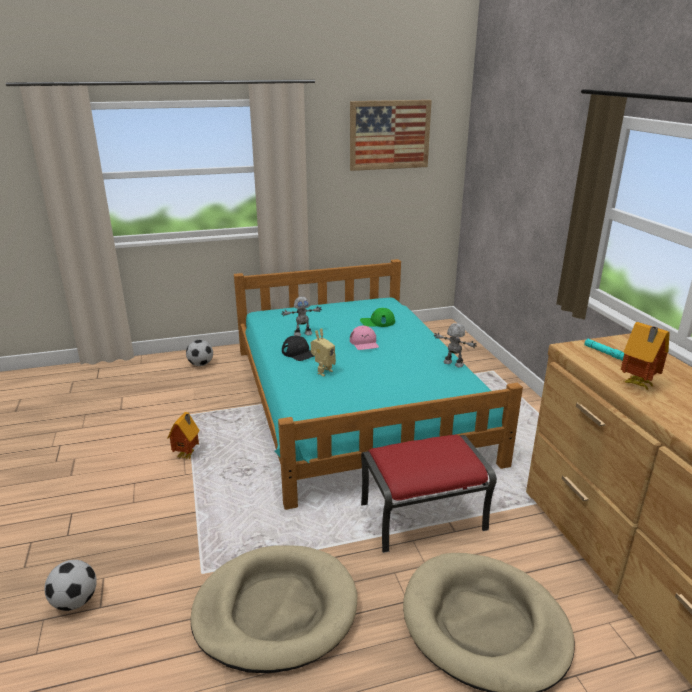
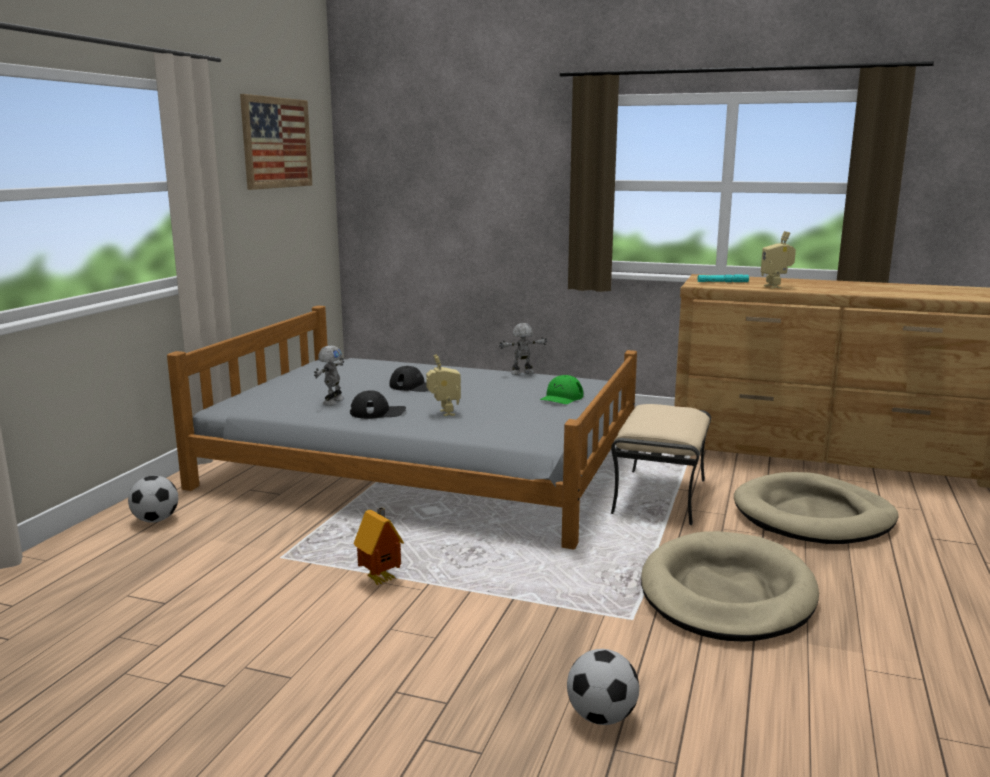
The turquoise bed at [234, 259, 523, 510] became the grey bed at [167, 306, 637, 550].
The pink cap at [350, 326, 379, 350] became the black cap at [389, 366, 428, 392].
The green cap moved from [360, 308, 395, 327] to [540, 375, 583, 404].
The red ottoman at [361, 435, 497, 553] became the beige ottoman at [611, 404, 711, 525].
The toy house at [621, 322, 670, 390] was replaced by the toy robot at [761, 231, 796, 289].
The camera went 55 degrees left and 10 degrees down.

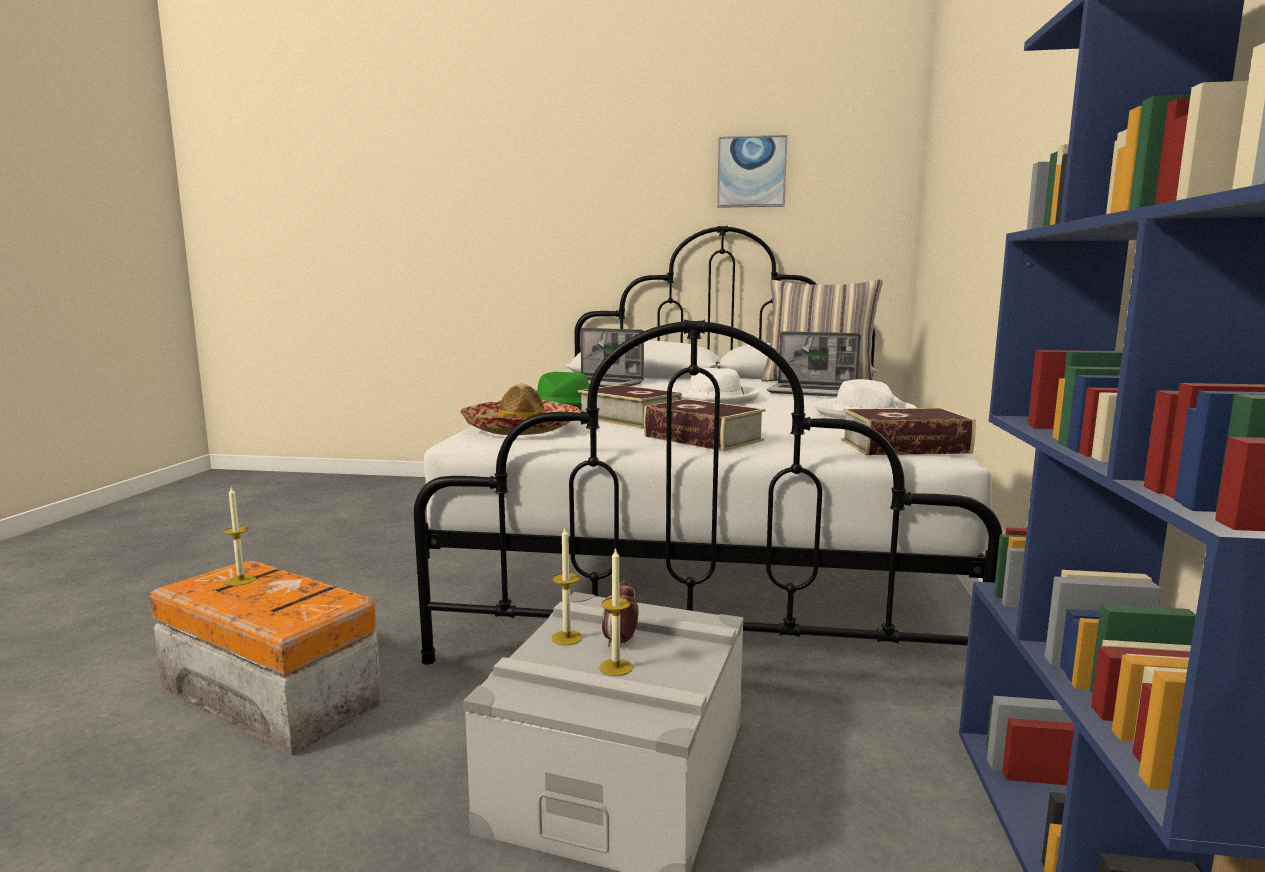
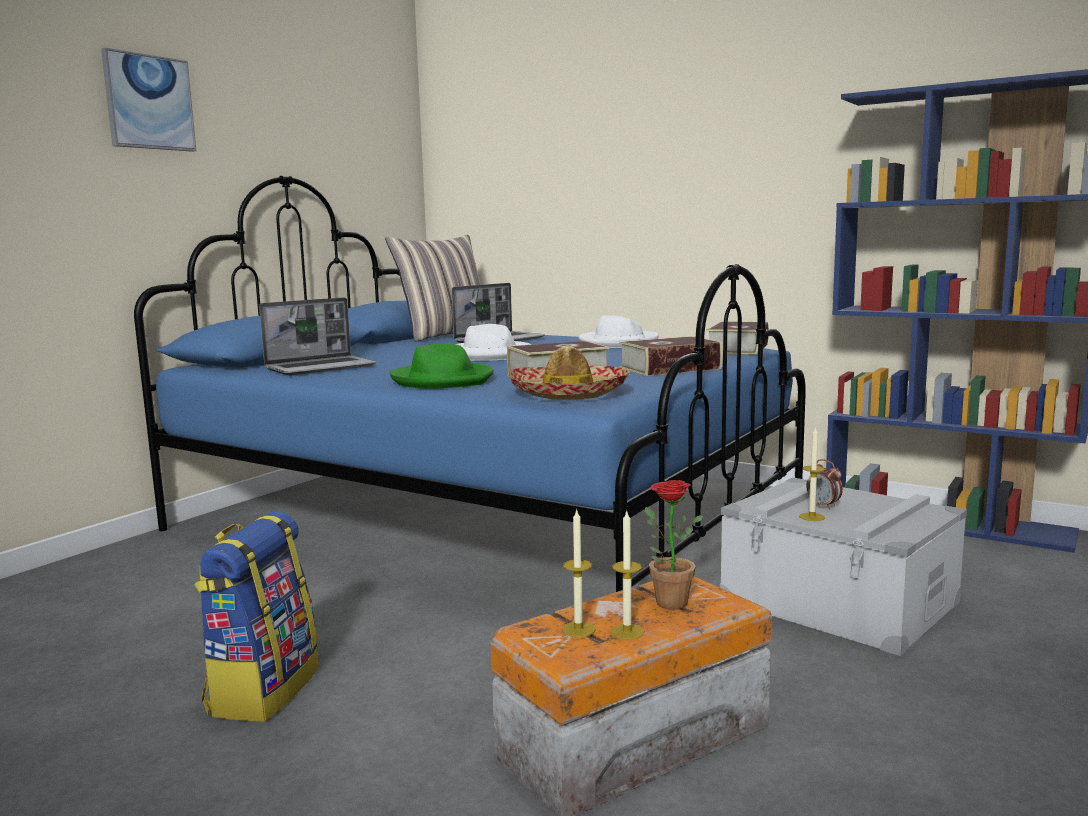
The white bed at [414, 226, 1002, 665] became the blue bed at [134, 176, 806, 592].
The candle moved from [599, 547, 633, 676] to [610, 512, 644, 640].
The picture moved from [717, 135, 787, 208] to [101, 48, 196, 152].
The backpack at [195, 511, 319, 722] appeared.
The potted plant at [645, 480, 704, 610] appeared.
The camera went 65 degrees left and 0 degrees up.

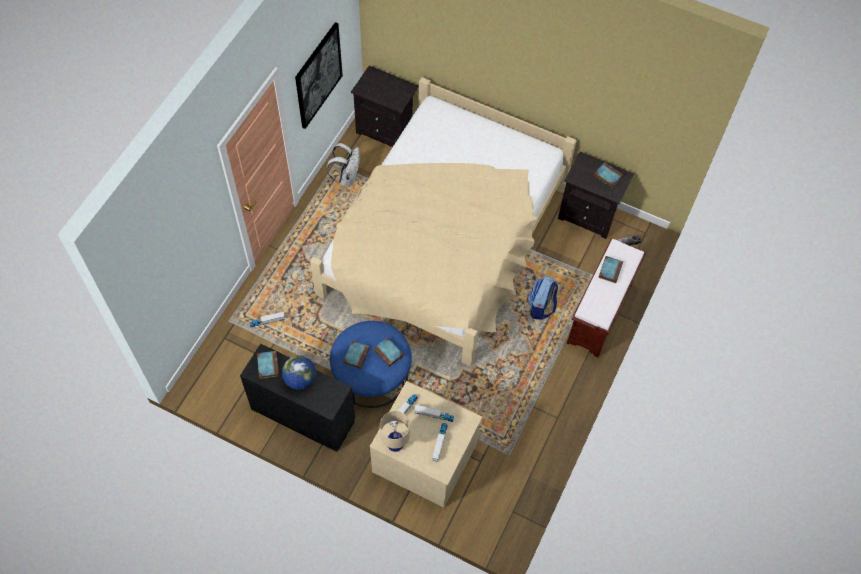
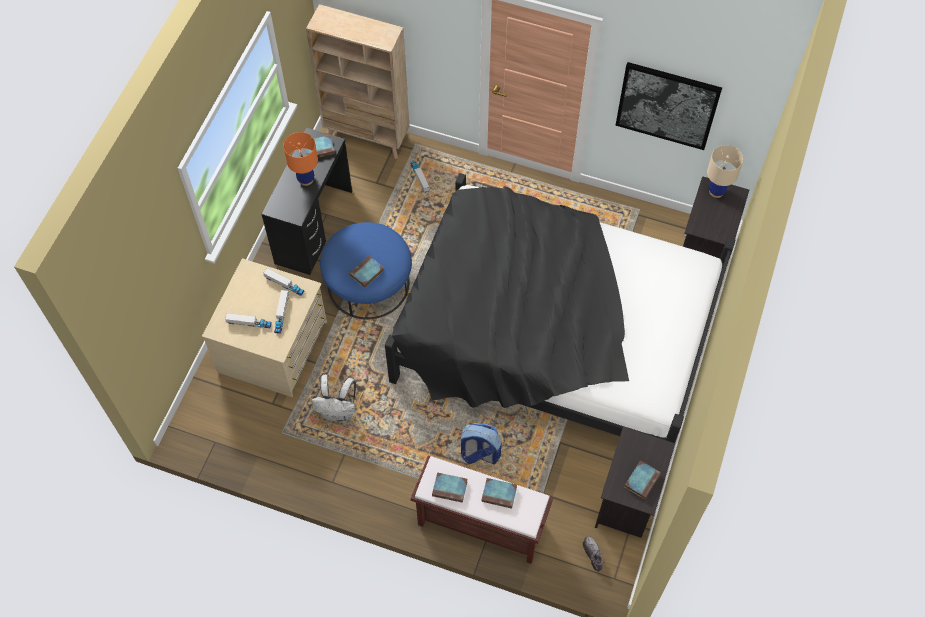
The globe at [282, 355, 316, 390] was replaced by the orange table lamp at [283, 132, 318, 186].
The beige bed at [310, 77, 577, 366] became the black bed at [385, 173, 735, 443].
The white backpack moved from [326, 143, 360, 187] to [311, 374, 356, 423].
The book moved from [343, 341, 370, 369] to [432, 472, 468, 503].
The beige table lamp moved from [380, 411, 410, 452] to [707, 145, 743, 198].
The beige bookcase at [306, 4, 409, 159] appeared.
The camera went 85 degrees right and 0 degrees up.

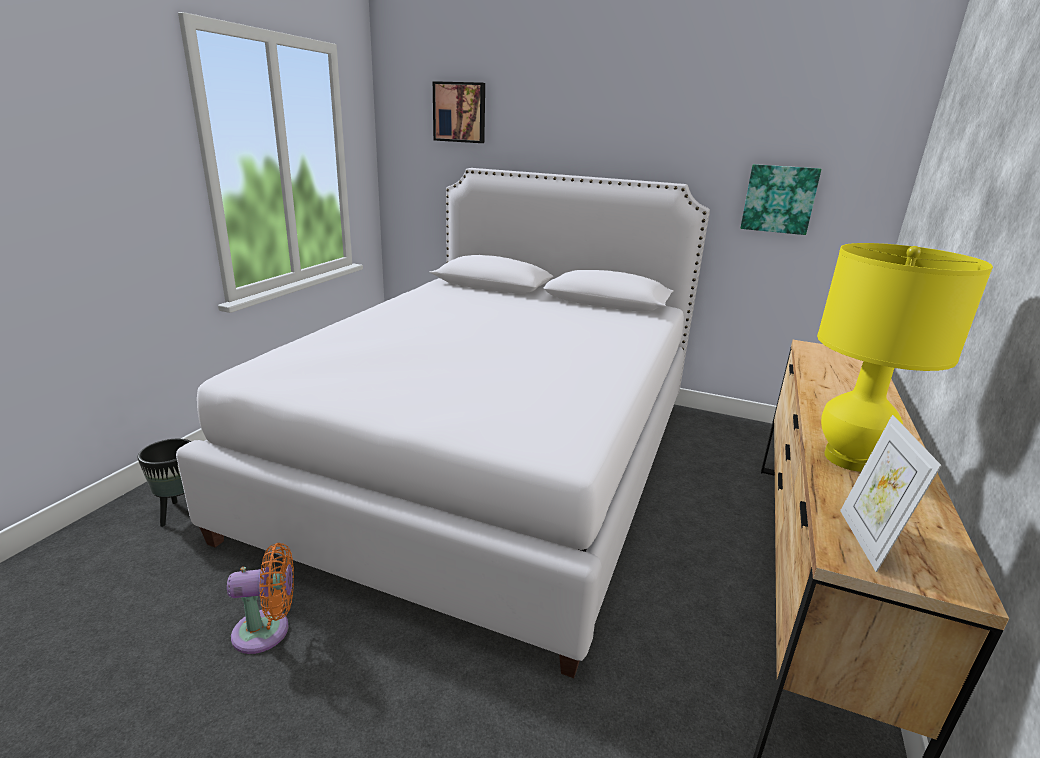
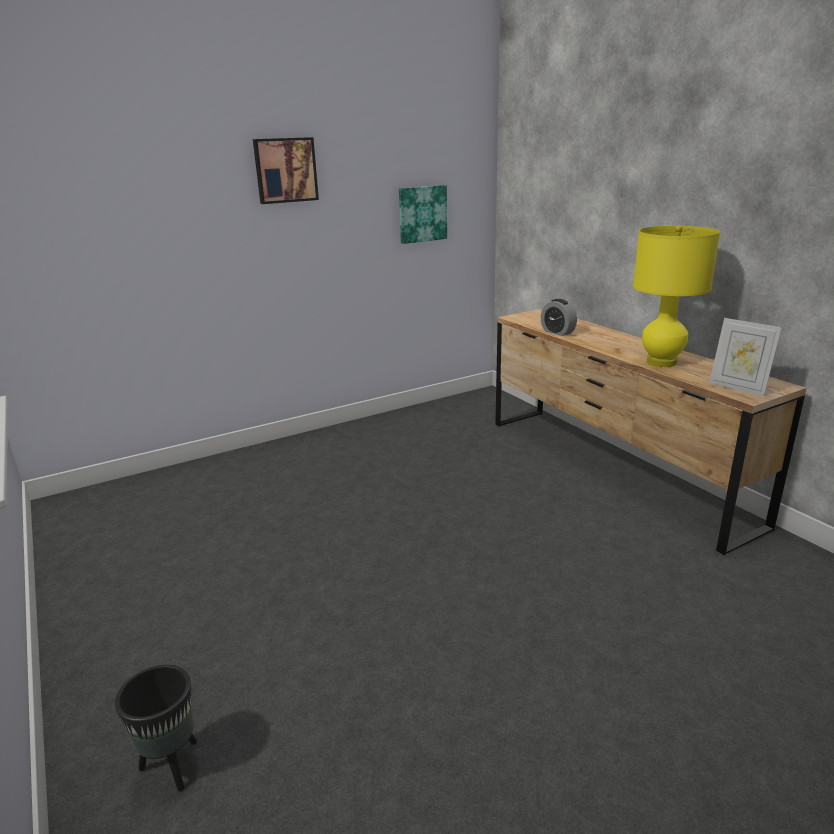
The white bed at [176, 168, 710, 678] disappeared.
The orange fan at [227, 543, 294, 654] disappeared.
The picture moved from [433, 81, 485, 143] to [253, 137, 319, 204].
The alarm clock at [541, 299, 577, 336] appeared.
The camera went 50 degrees left and 0 degrees up.

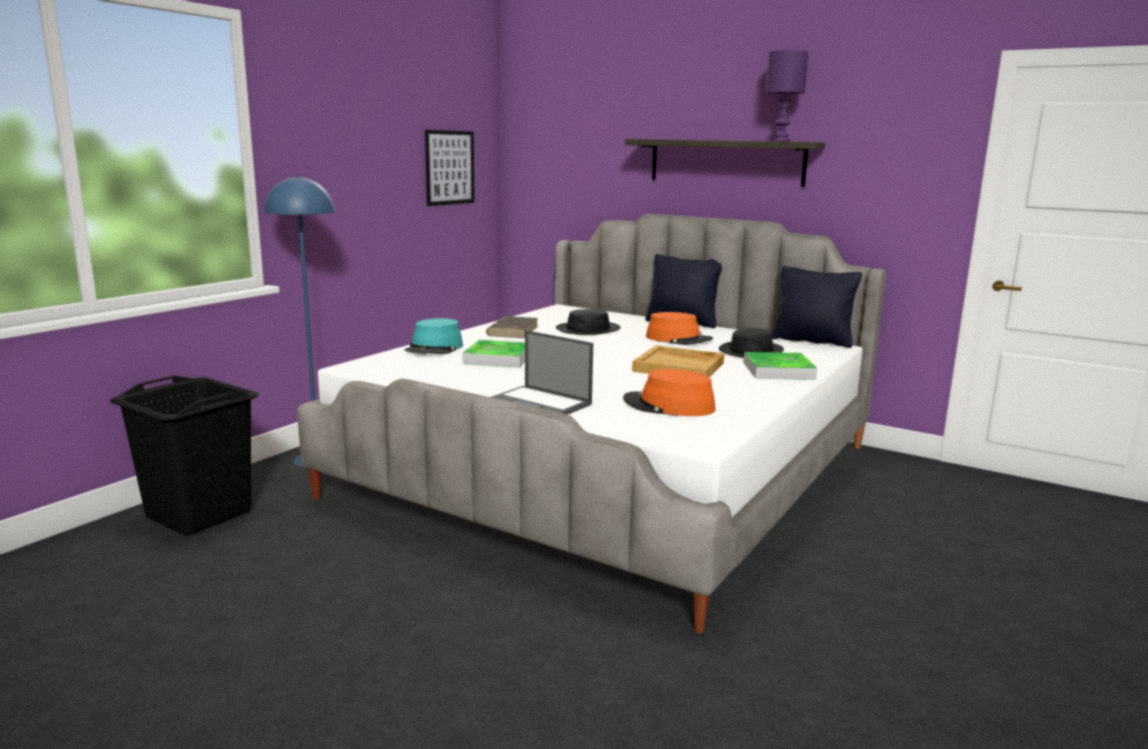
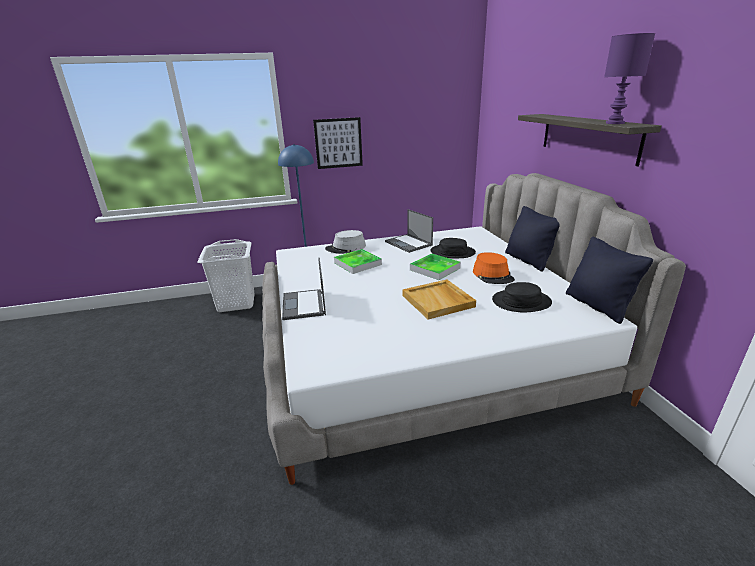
The black laundry basket at [110, 375, 260, 535] became the white laundry basket at [197, 239, 255, 312].
The turquoise hat at [404, 318, 463, 354] became the grey hat at [325, 230, 366, 254].
The picture moved from [425, 130, 475, 206] to [313, 117, 363, 169].
The brown book at [486, 316, 538, 338] was replaced by the laptop at [385, 209, 433, 253].
The orange hat at [623, 369, 716, 416] disappeared.
The tray moved from [744, 352, 817, 380] to [410, 253, 461, 280].
The camera went 45 degrees right and 10 degrees up.

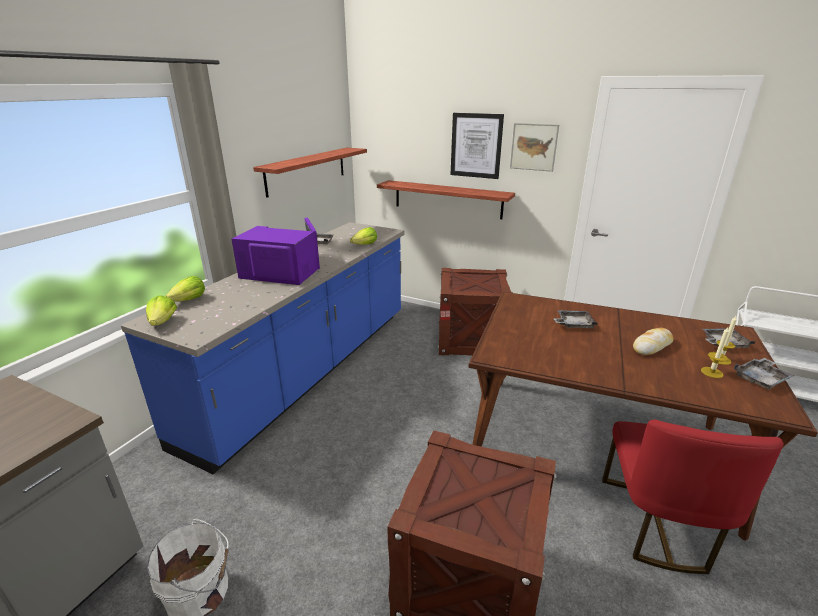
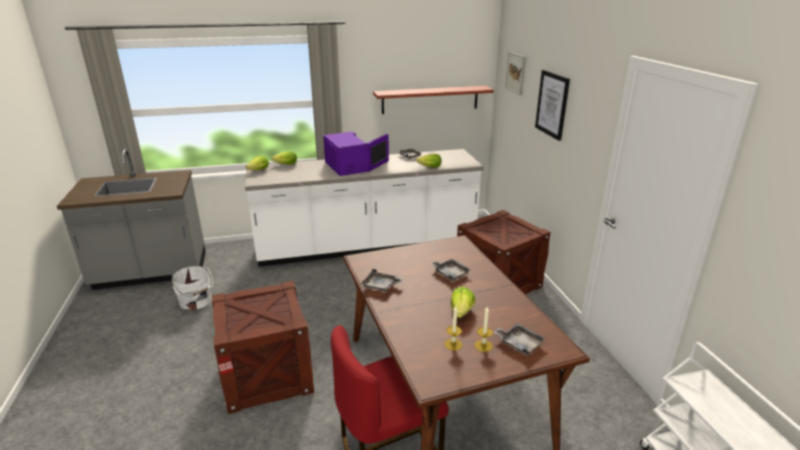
The blue counter at [121, 222, 405, 474] became the white counter at [245, 149, 484, 267].
The shelf at [377, 180, 515, 219] disappeared.
The picture moved from [510, 123, 559, 172] to [505, 52, 526, 95].
The bread at [633, 328, 673, 355] was replaced by the lettuce at [451, 287, 476, 318].
The grey tray moved from [734, 358, 794, 389] to [360, 269, 404, 292].
The camera went 50 degrees right and 0 degrees up.

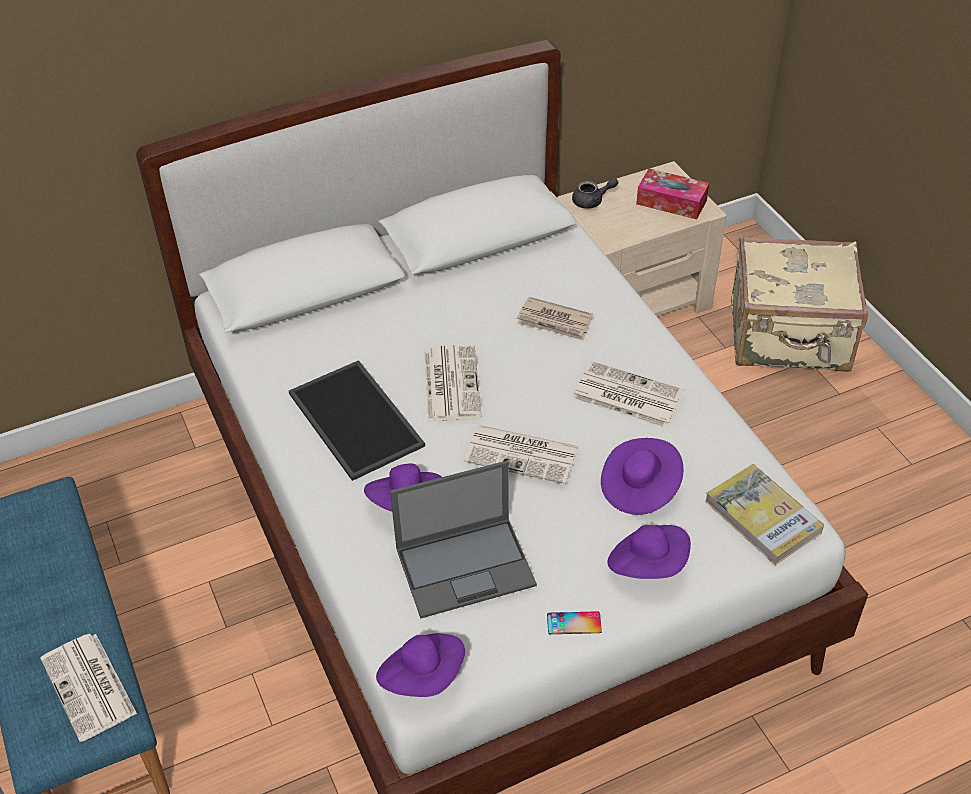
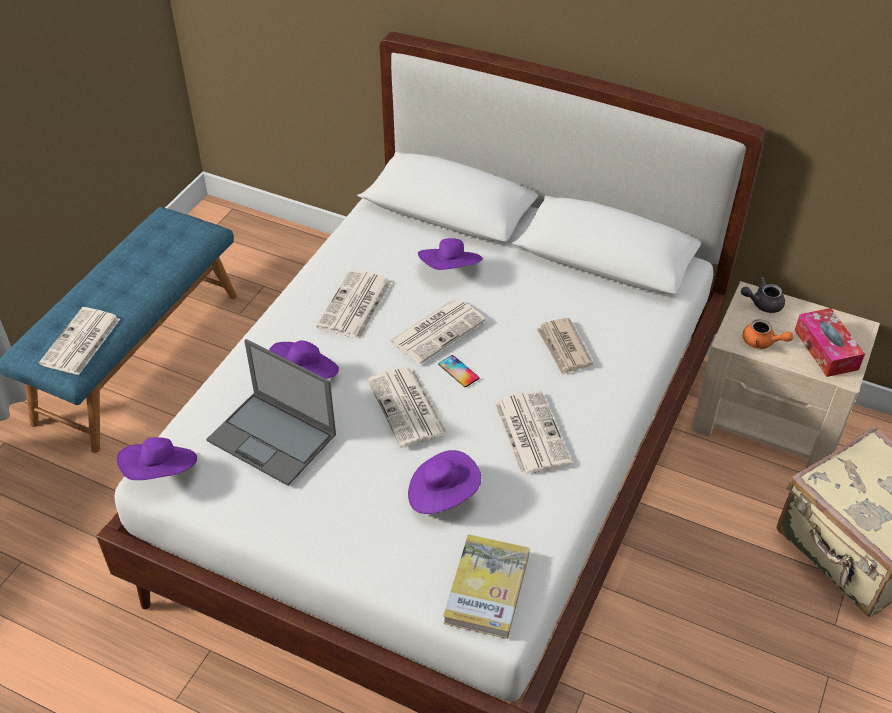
The tray at [289, 360, 425, 481] was replaced by the newspaper at [316, 269, 392, 339].
The phone moved from [547, 611, 602, 634] to [438, 355, 479, 387].
The grey teapot at [572, 178, 618, 209] turned 135 degrees clockwise.
The purple hat moved from [607, 525, 691, 579] to [418, 238, 483, 270].
The orange teapot at [743, 319, 794, 349] appeared.
The camera went 50 degrees right and 0 degrees up.

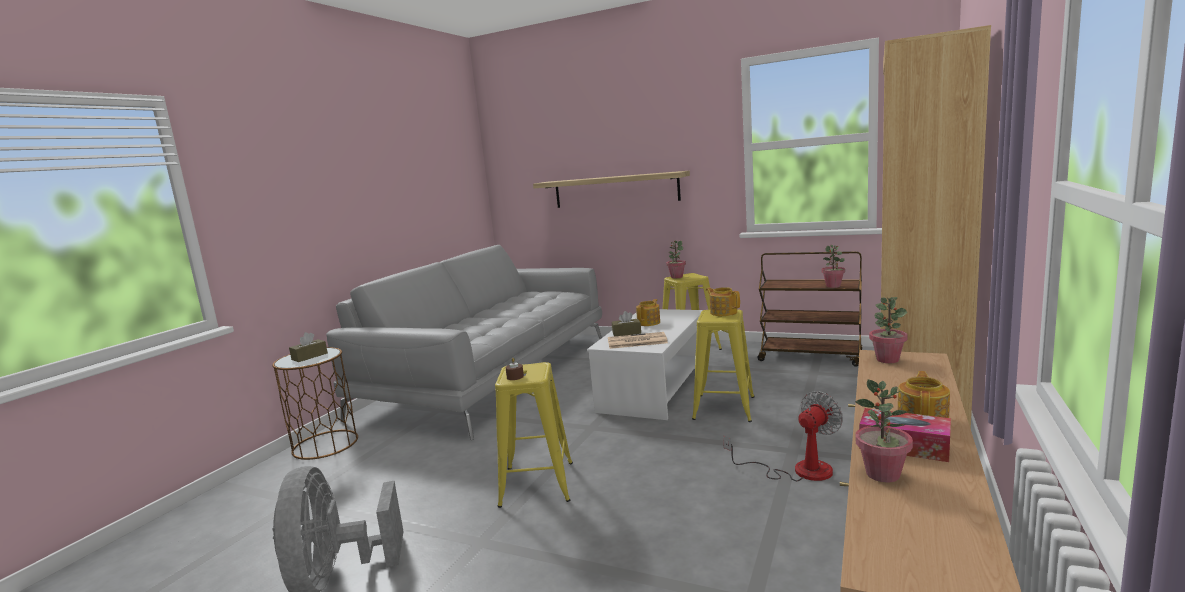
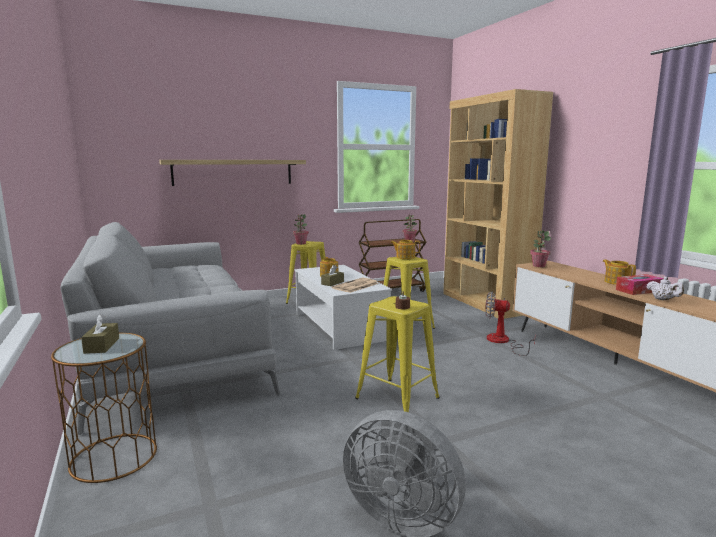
The fan at [723, 391, 843, 481] turned 75 degrees counterclockwise.
The potted plant at [855, 379, 913, 483] was replaced by the white teapot at [646, 277, 684, 300].
The camera went 50 degrees left and 0 degrees up.

